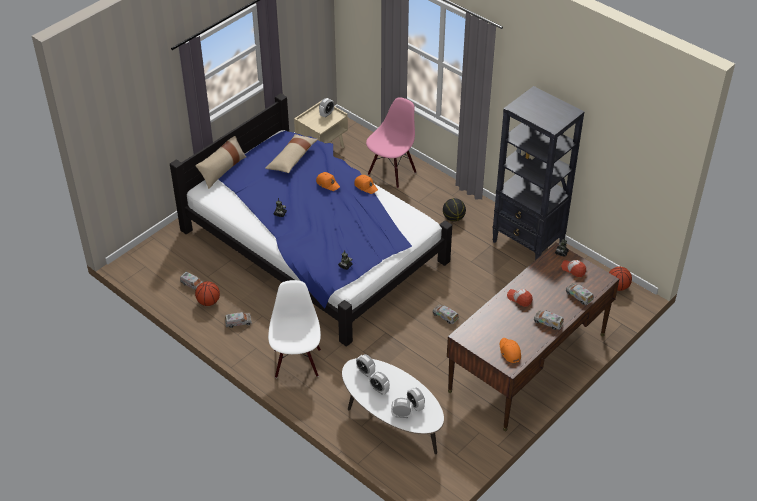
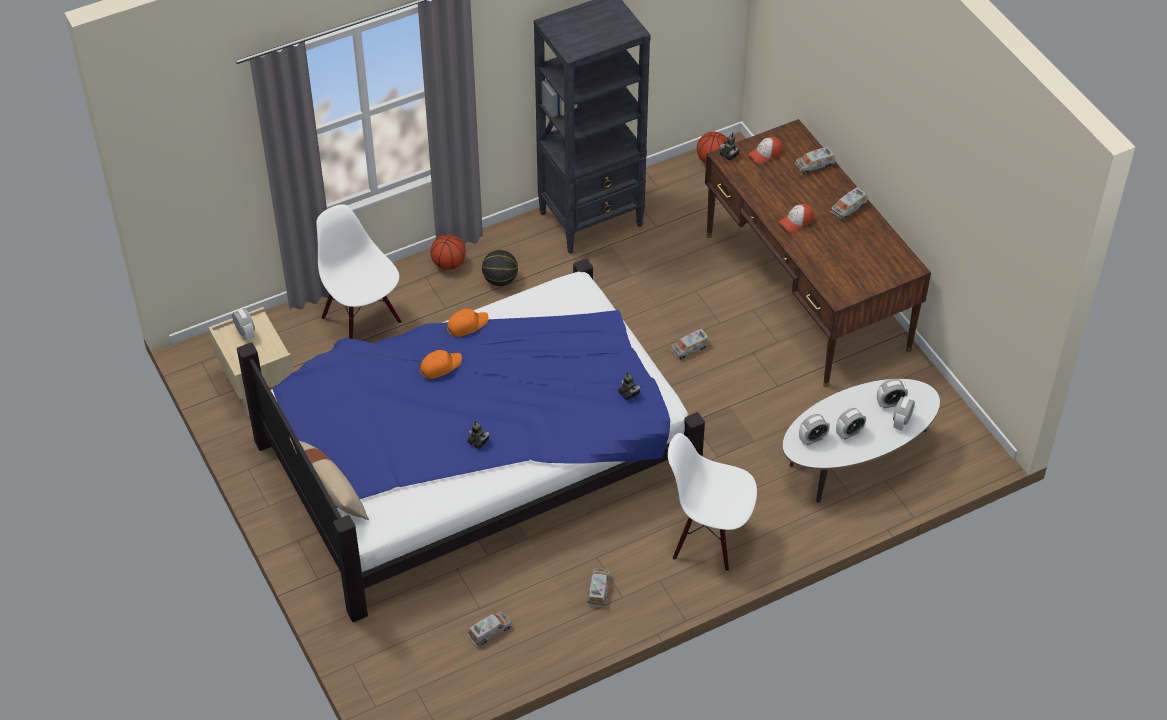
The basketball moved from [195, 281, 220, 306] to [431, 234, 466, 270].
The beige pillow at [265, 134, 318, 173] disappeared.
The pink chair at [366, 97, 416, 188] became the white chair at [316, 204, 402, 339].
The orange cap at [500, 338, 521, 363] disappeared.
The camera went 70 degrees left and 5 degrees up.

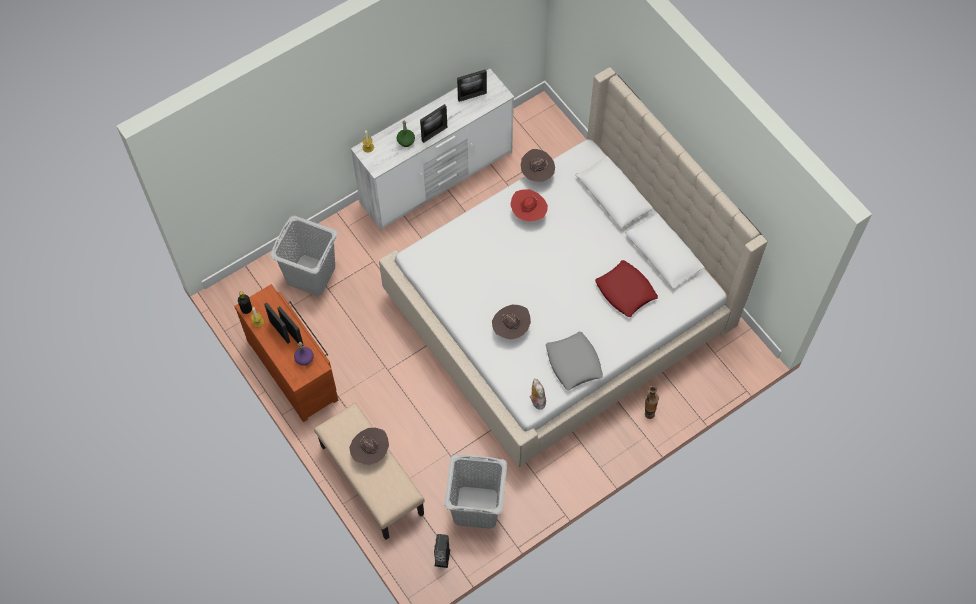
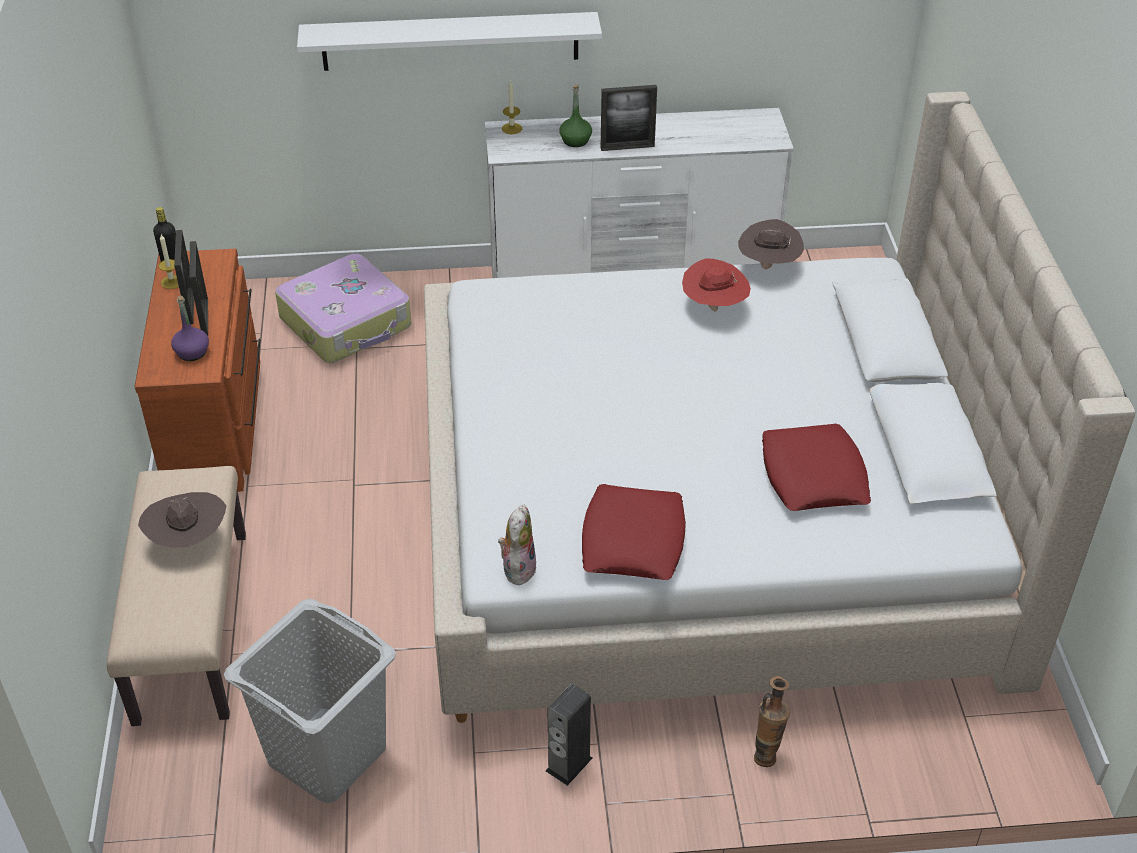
The grey laundry basket at [270, 216, 338, 296] was replaced by the suitcase at [275, 254, 411, 363].
The speaker moved from [434, 534, 451, 568] to [546, 684, 592, 786].
The picture frame at [457, 69, 487, 102] disappeared.
The brown hat at [492, 305, 531, 340] disappeared.
The grey pillow at [546, 332, 603, 390] became the red pillow at [582, 484, 686, 580].
The white shelf at [297, 12, 602, 71] appeared.
The camera went 30 degrees right and 20 degrees down.

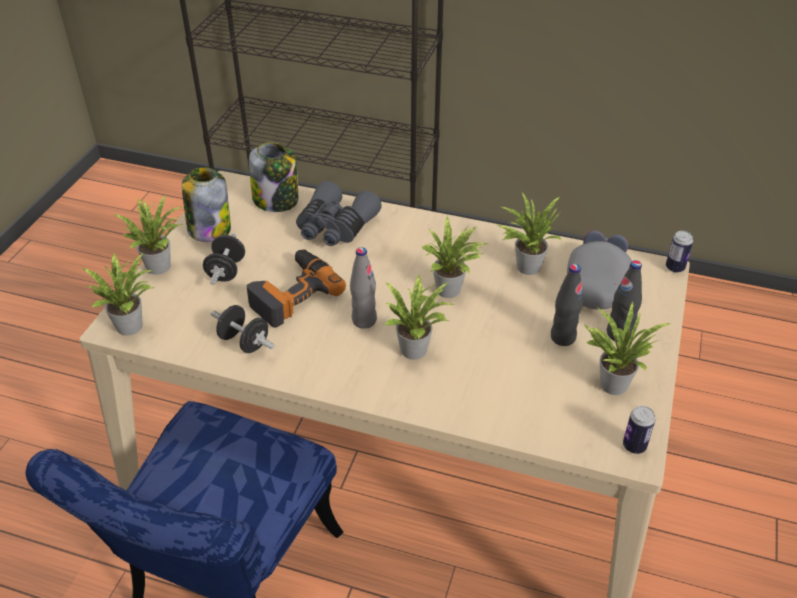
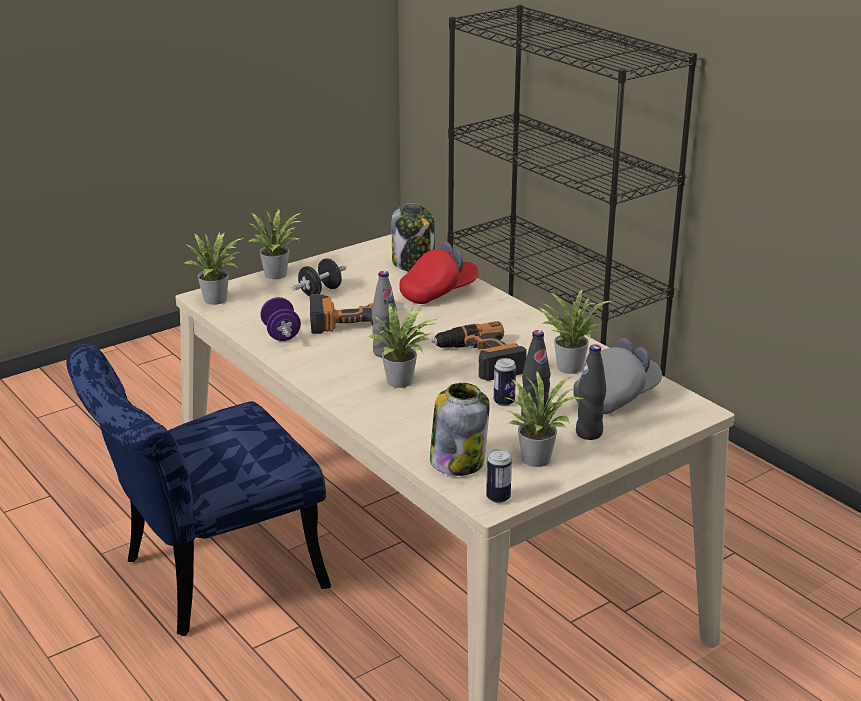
The jar moved from [182, 167, 231, 242] to [430, 383, 490, 476].
The black dumbbell at [211, 305, 274, 353] became the purple dumbbell at [261, 297, 301, 341].
The grey binoculars at [296, 181, 382, 246] was replaced by the red cap at [399, 242, 478, 304].
The potted plant at [422, 216, 487, 298] was replaced by the power drill at [432, 321, 527, 381].
The can moved from [666, 231, 693, 273] to [494, 358, 516, 406].
The camera went 35 degrees right and 15 degrees down.

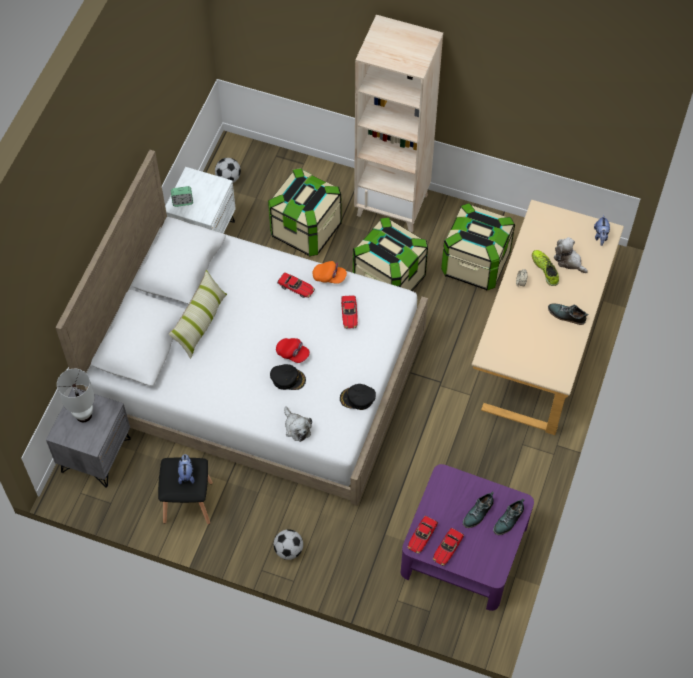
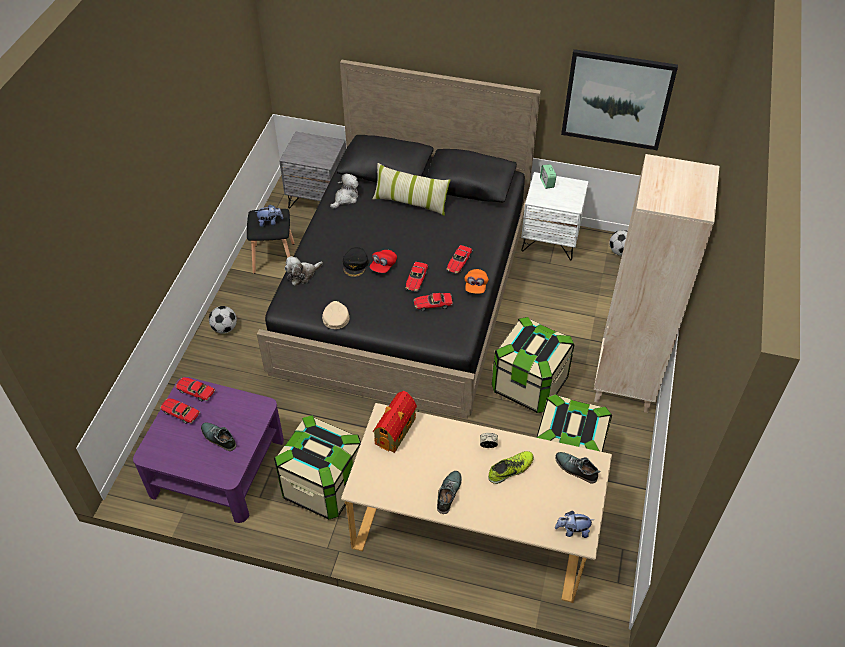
The white bed at [55, 150, 428, 506] became the black bed at [257, 60, 541, 419].
The white table lamp at [57, 369, 95, 422] disappeared.
The storage box moved from [268, 168, 342, 256] to [274, 415, 361, 520].
The black cap at [340, 384, 376, 410] became the beige cap at [322, 301, 349, 329].
The shoe moved from [493, 499, 524, 535] to [555, 452, 600, 484].
The plush toy moved from [554, 237, 588, 273] to [330, 173, 359, 209].
The toy house at [373, 391, 417, 453] appeared.
The toy car at [405, 262, 428, 292] appeared.
The picture at [561, 49, 678, 150] appeared.
The camera went 85 degrees right and 10 degrees down.

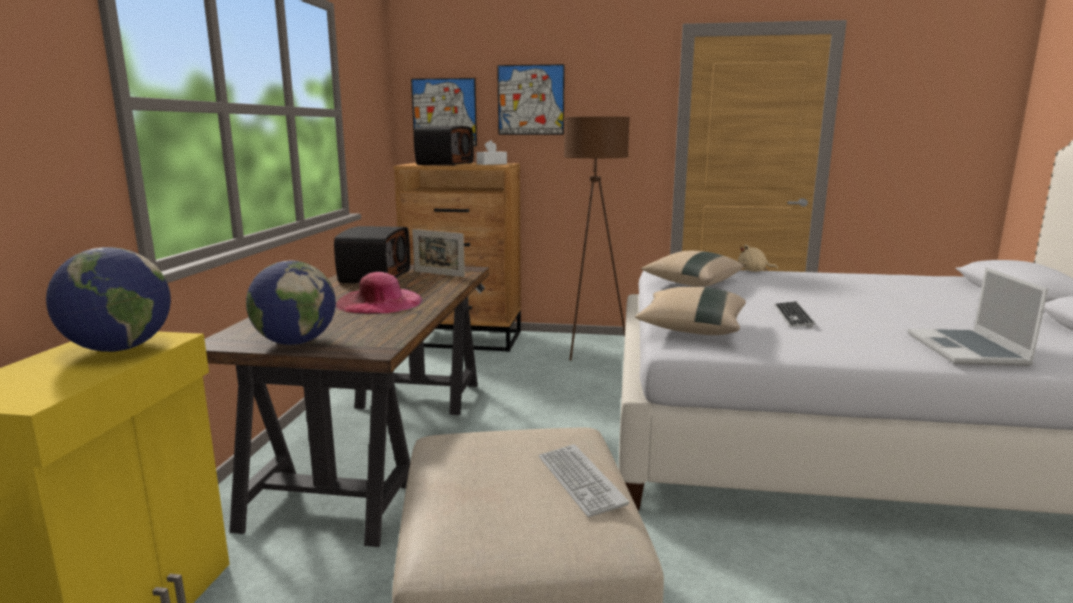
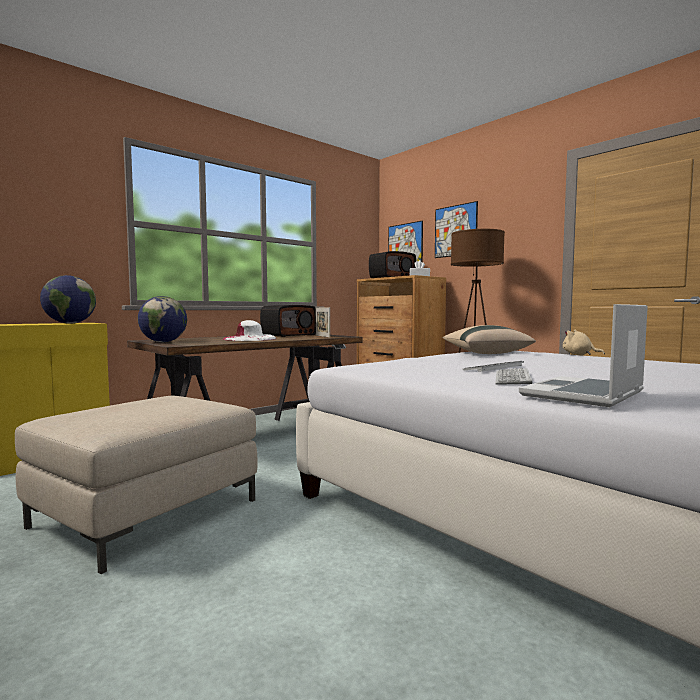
The pink hat at [335, 272, 423, 314] became the white hat at [223, 320, 276, 341].
The keyboard moved from [539, 444, 629, 517] to [495, 368, 532, 385].
The beige pillow at [635, 287, 746, 335] disappeared.
The camera went 40 degrees right and 10 degrees down.

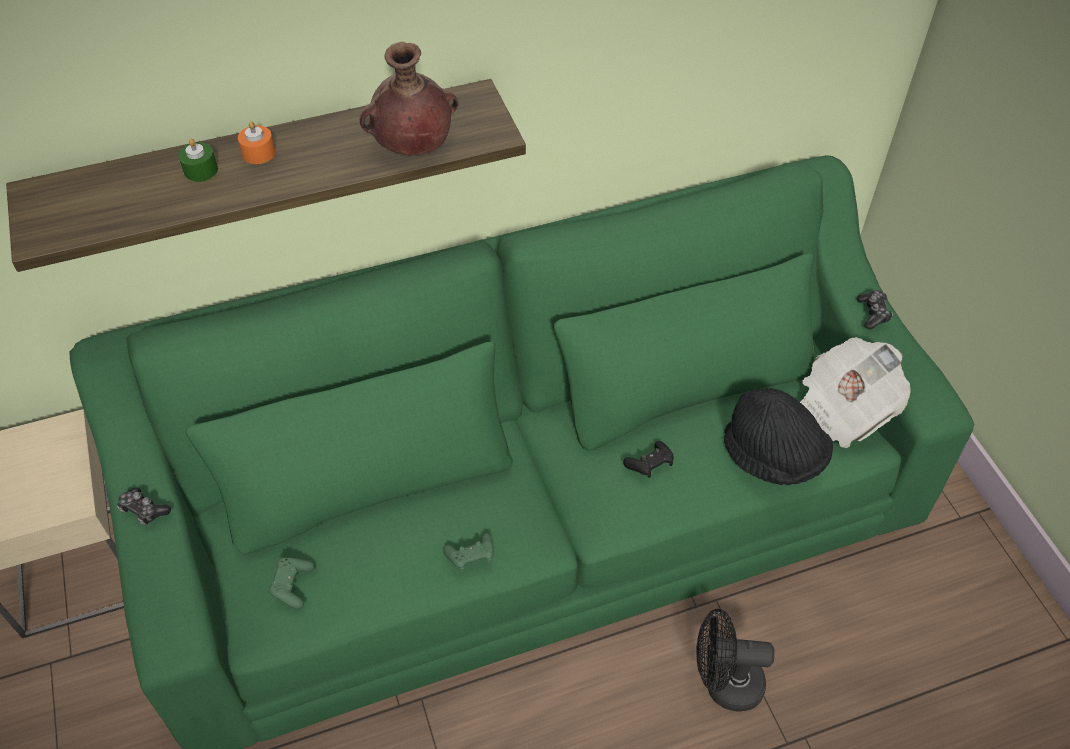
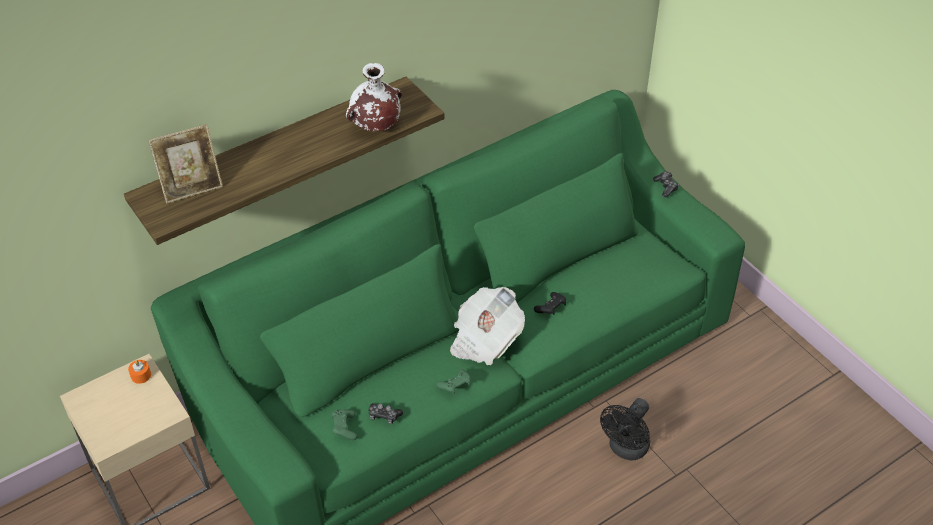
The game controller moved from [117, 487, 171, 525] to [369, 403, 403, 424].
The green candle at [178, 139, 218, 182] disappeared.
The orange candle moved from [238, 121, 275, 164] to [128, 360, 151, 384].
The brown vase at [359, 42, 459, 155] became the white vase at [346, 63, 402, 131].
The black fan at [696, 609, 775, 711] turned 45 degrees counterclockwise.
The black hat at [724, 388, 833, 485] disappeared.
The newspaper moved from [800, 337, 911, 448] to [450, 287, 525, 365].
The picture frame at [148, 124, 223, 204] appeared.
The camera went 15 degrees left and 5 degrees down.

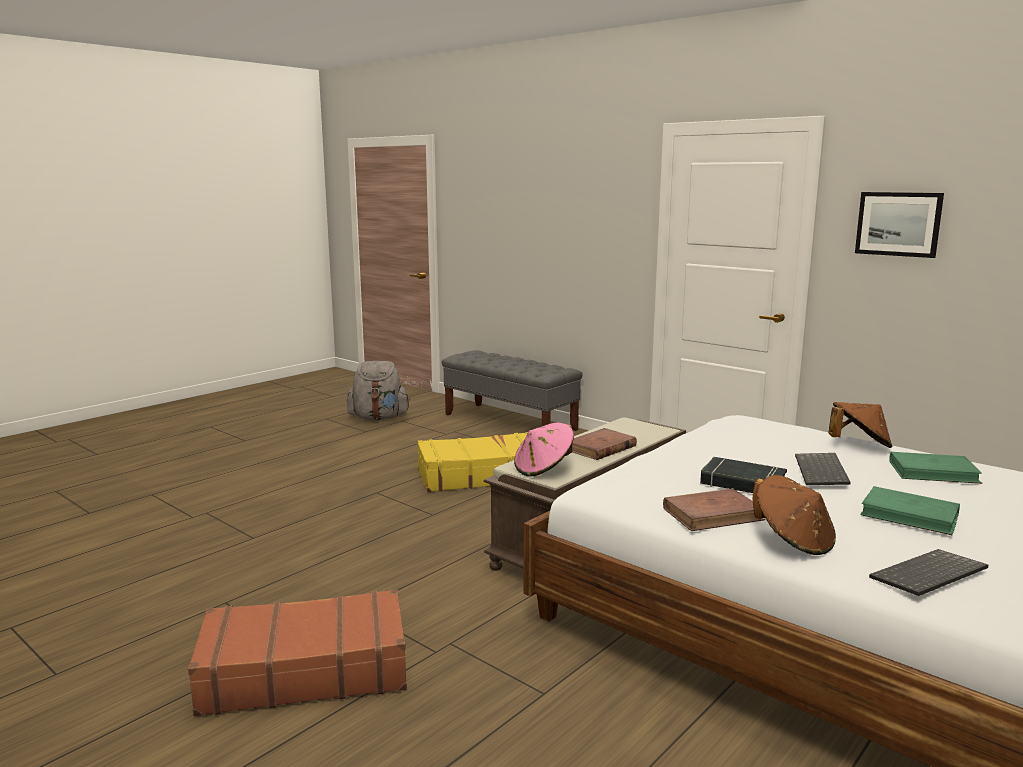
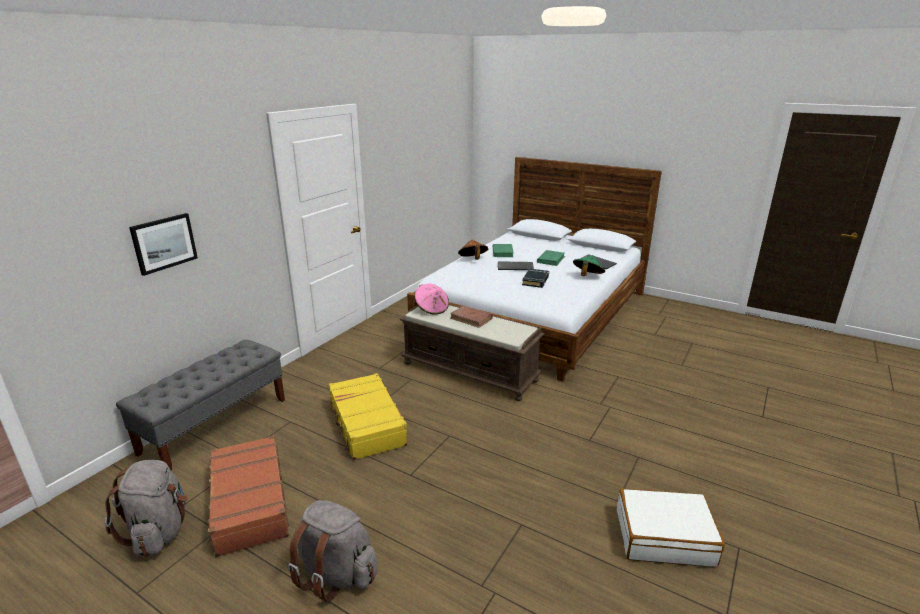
The brown suitcase moved from [188, 589, 407, 716] to [207, 436, 289, 557].
The pink hat moved from [514, 423, 574, 477] to [415, 284, 449, 315].
The brown book at [663, 488, 765, 531] disappeared.
The brown hat at [752, 475, 836, 555] became the green hat at [573, 255, 605, 276].
The picture moved from [855, 192, 944, 258] to [129, 213, 198, 276].
The grey backpack at [288, 500, 378, 602] appeared.
The white suitcase at [617, 488, 725, 567] appeared.
The camera went 100 degrees left and 10 degrees up.

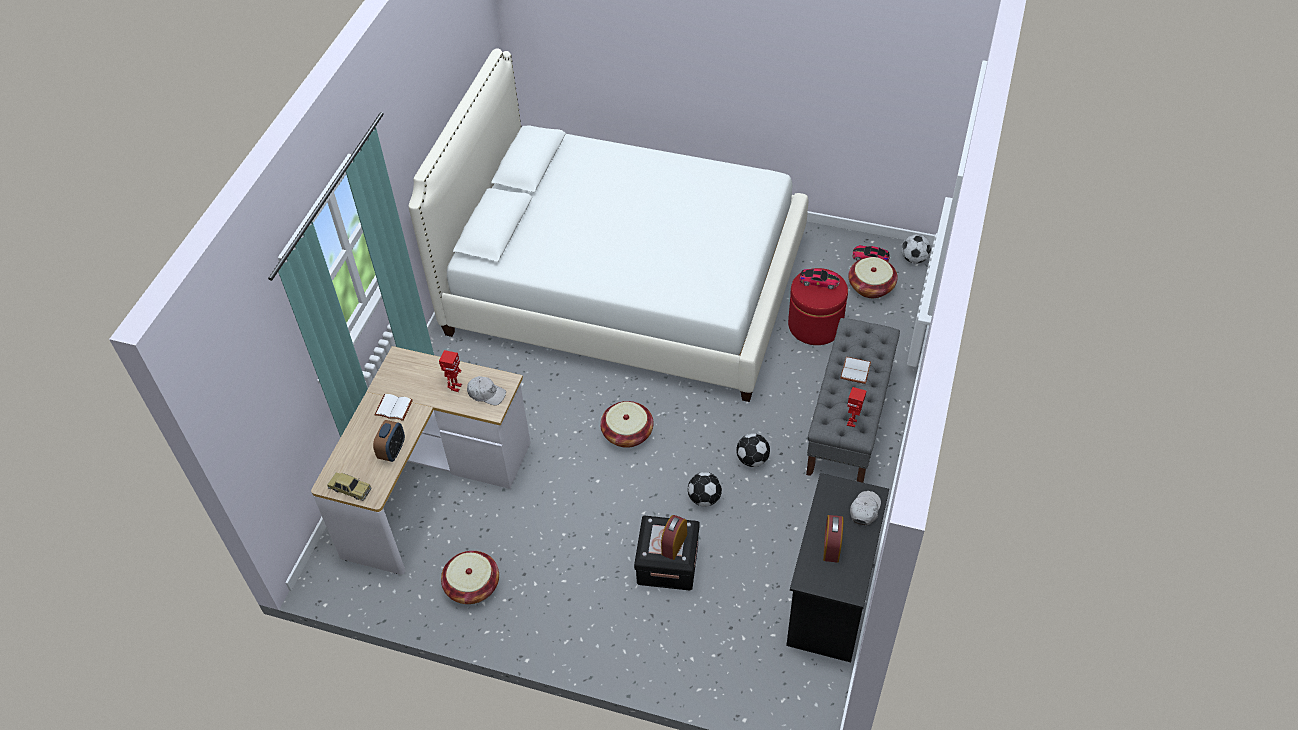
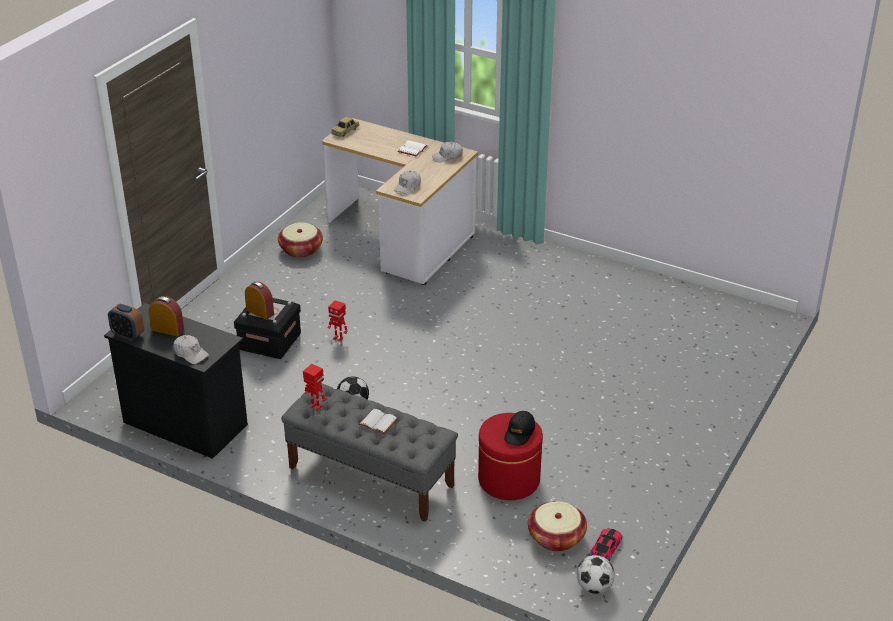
The alarm clock moved from [373, 420, 405, 462] to [108, 304, 144, 341].
The white bed at [408, 48, 808, 402] disappeared.
The toy robot moved from [439, 350, 462, 392] to [327, 300, 347, 342].
The basket at [600, 401, 653, 448] disappeared.
The football at [688, 472, 722, 507] disappeared.
The toy car at [799, 269, 840, 289] was replaced by the black cap at [504, 411, 535, 446].
The white cap at [432, 142, 463, 162] appeared.
The camera went 100 degrees right and 15 degrees down.

